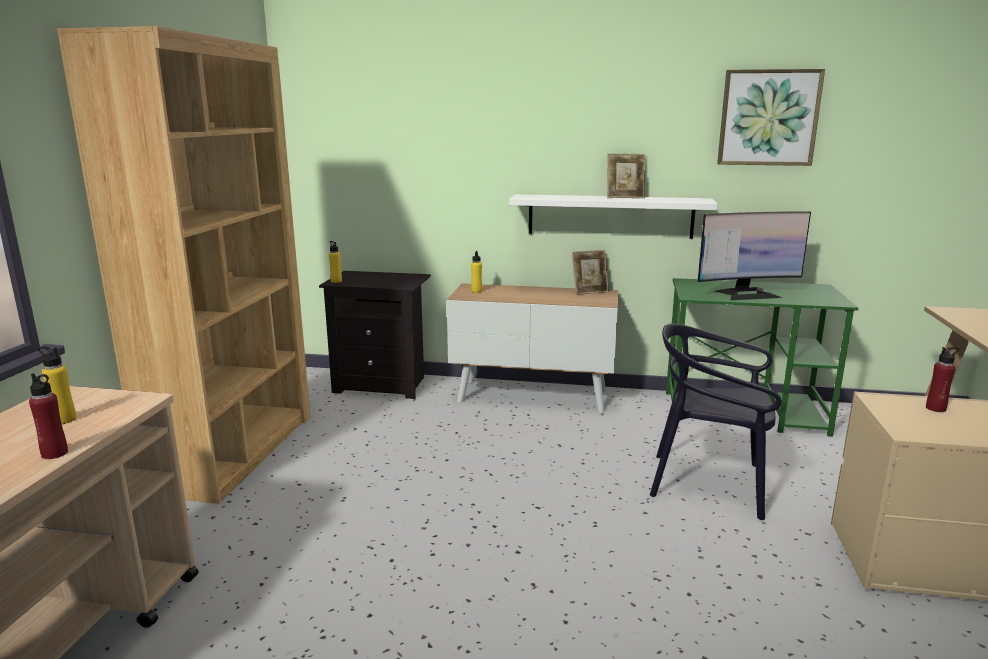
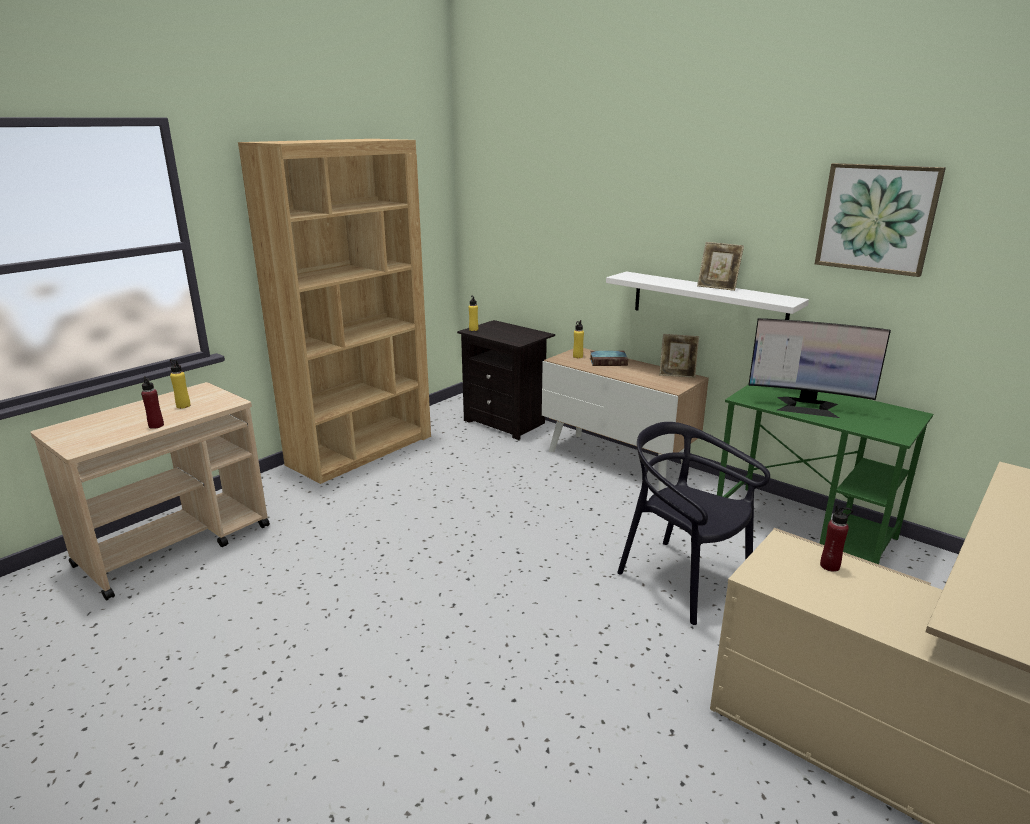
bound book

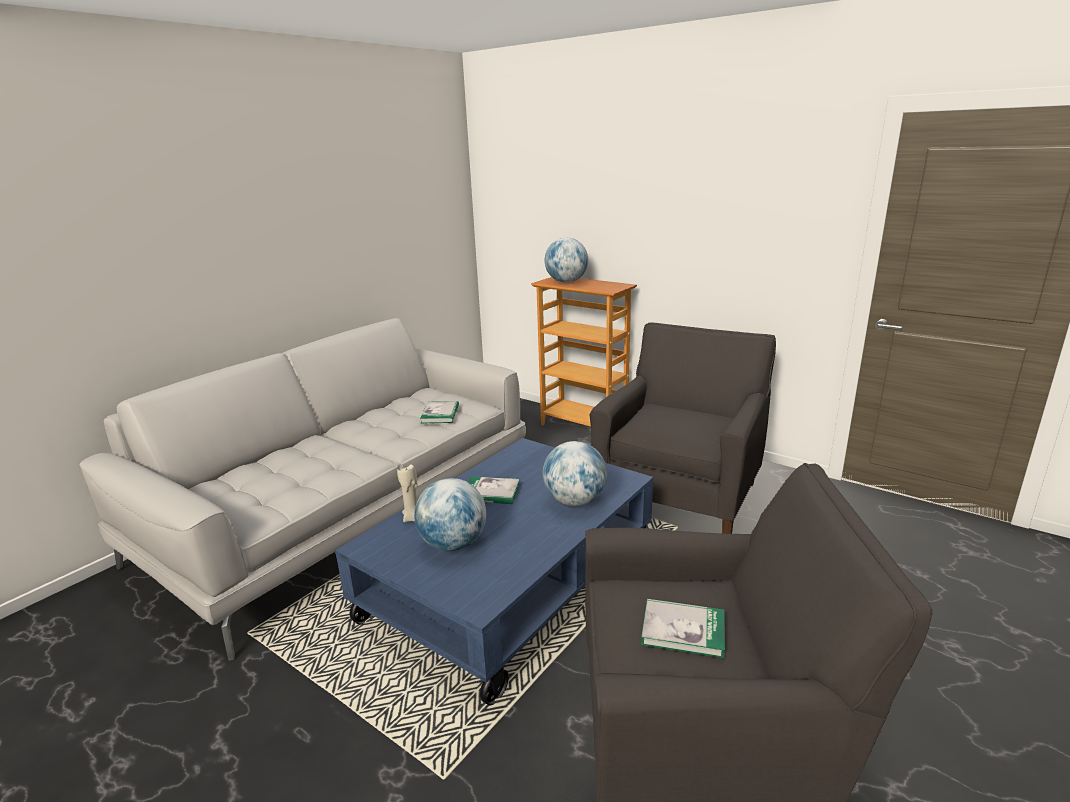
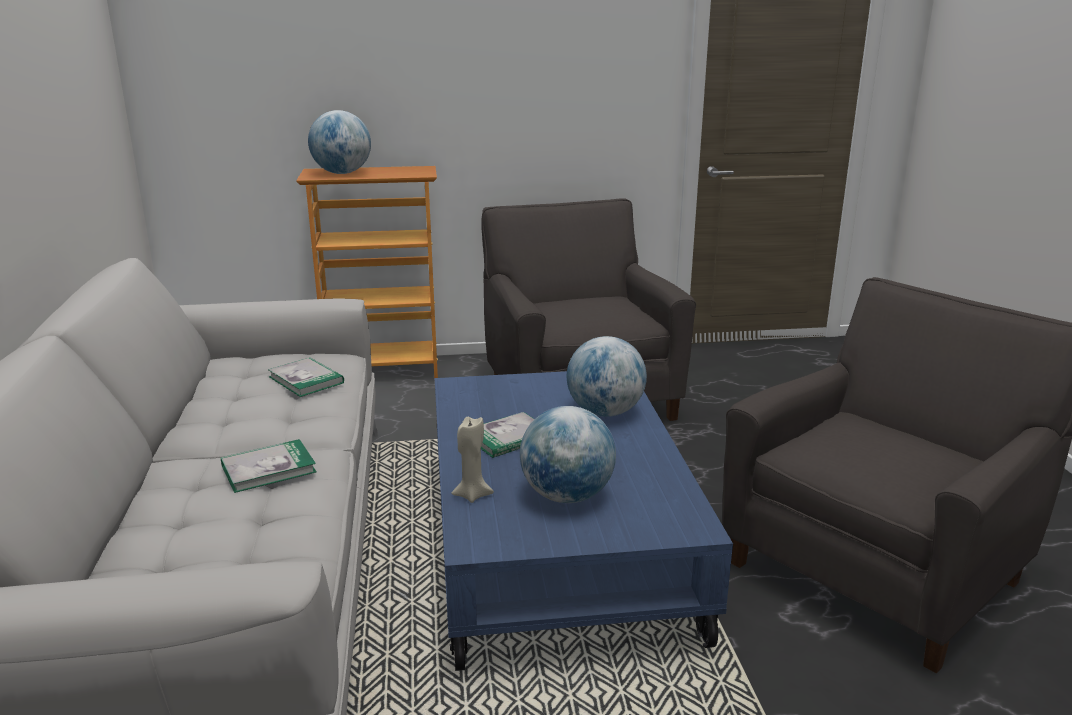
bound book (1st from left)

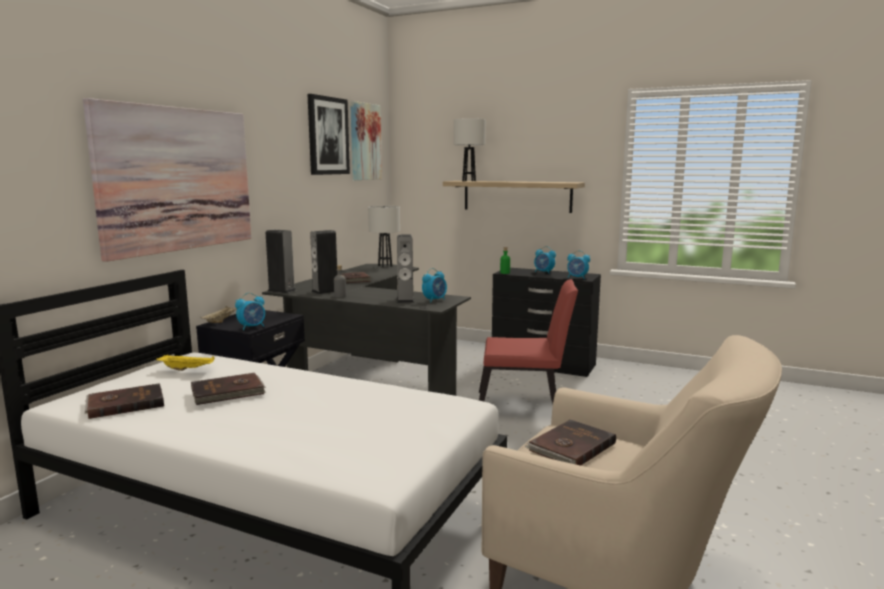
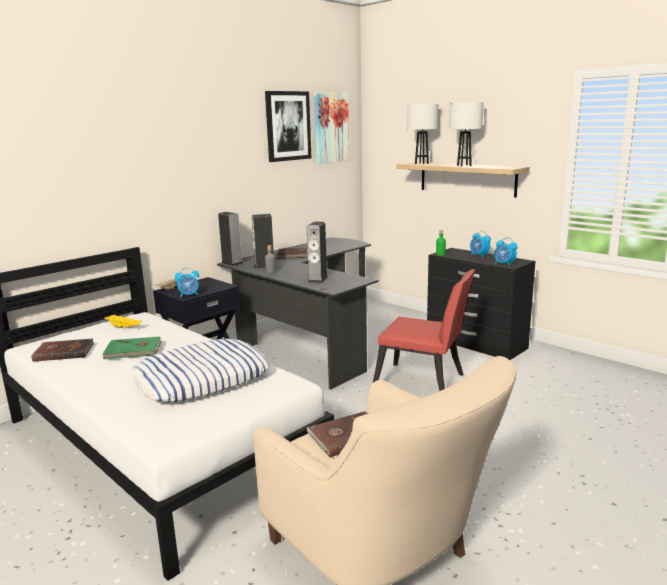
wall art (1st from left in the first image)
table clock (2nd from left in the first image)
throw pillow
table lamp/whitish (2nd from left)
bound book/green-coloured

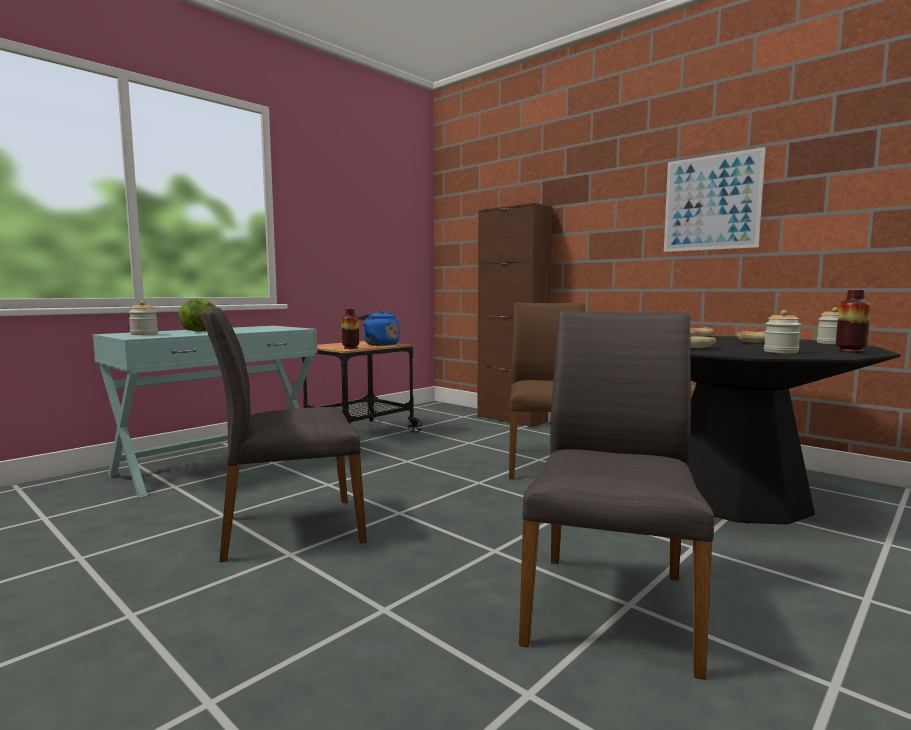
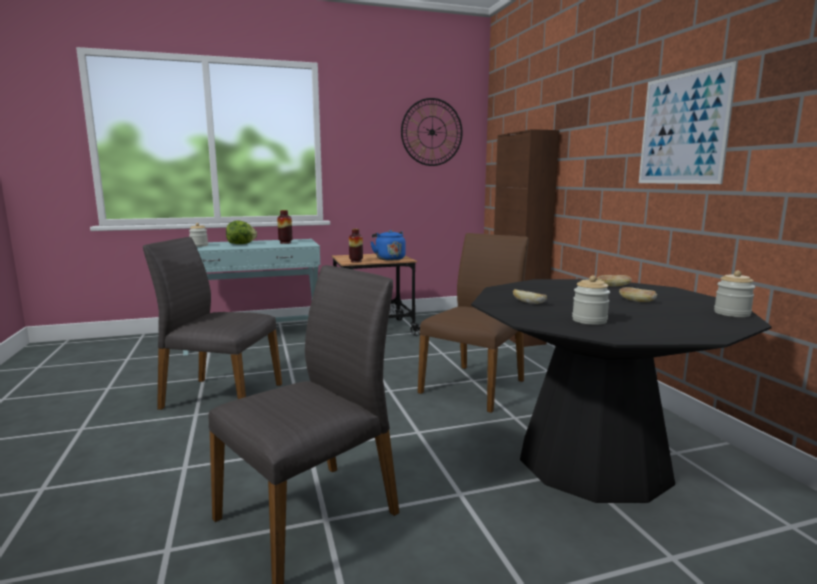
clock on the wall
vase (1st from left)

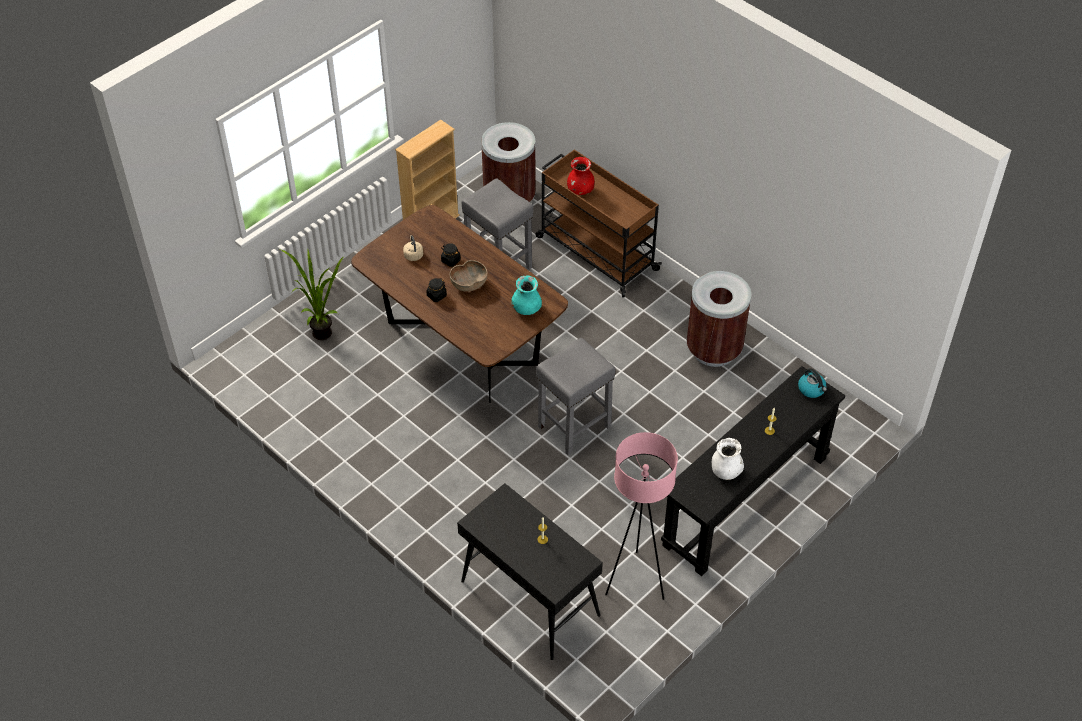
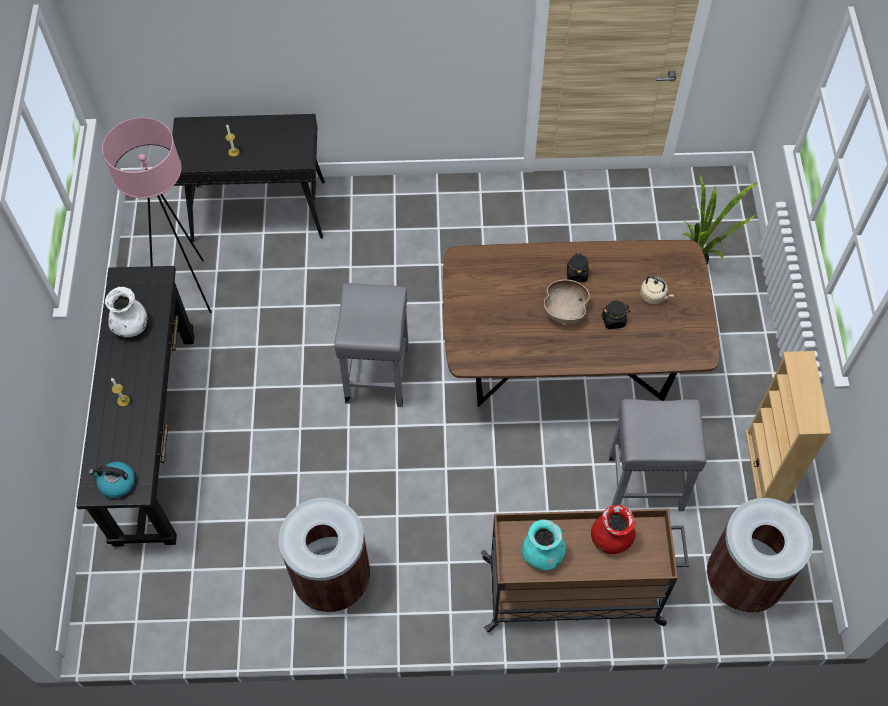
vase/blue-green

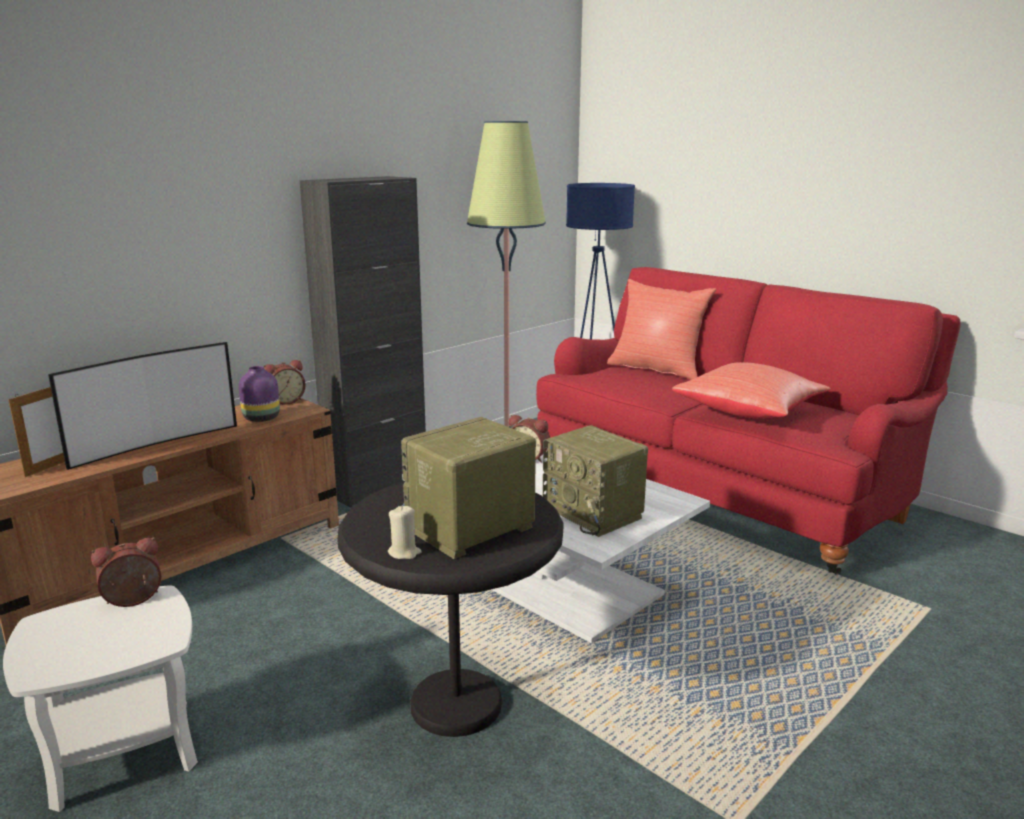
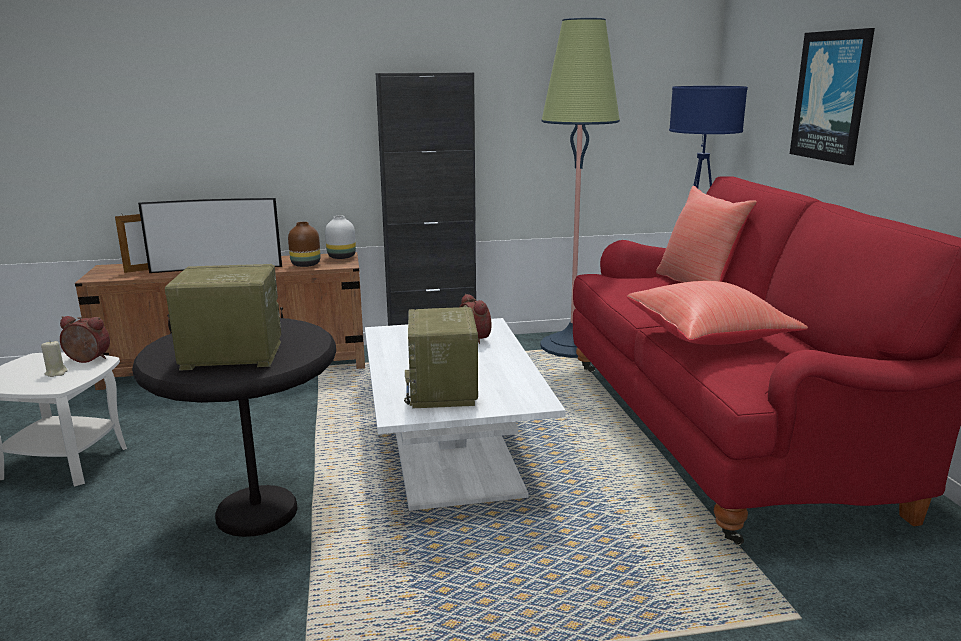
wall art
wax candle/beige
vase/whitish
vase/brown

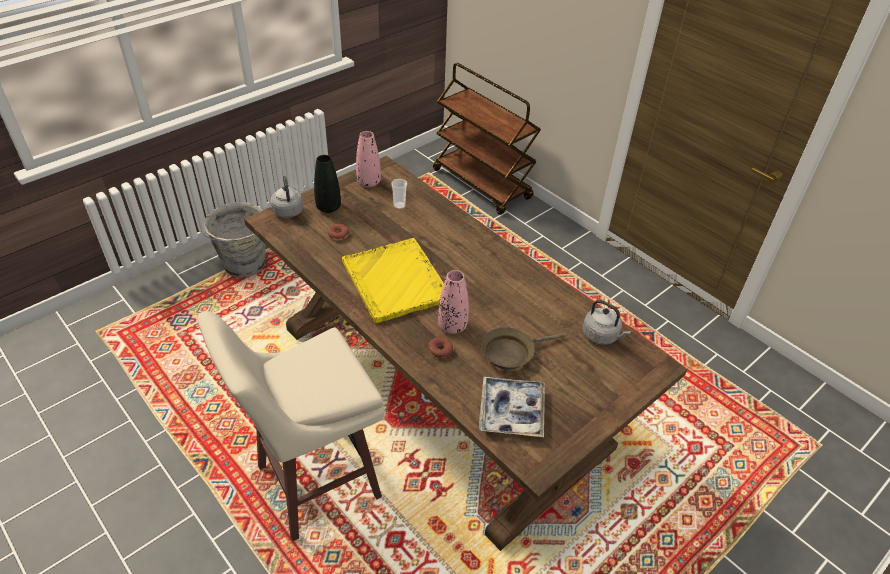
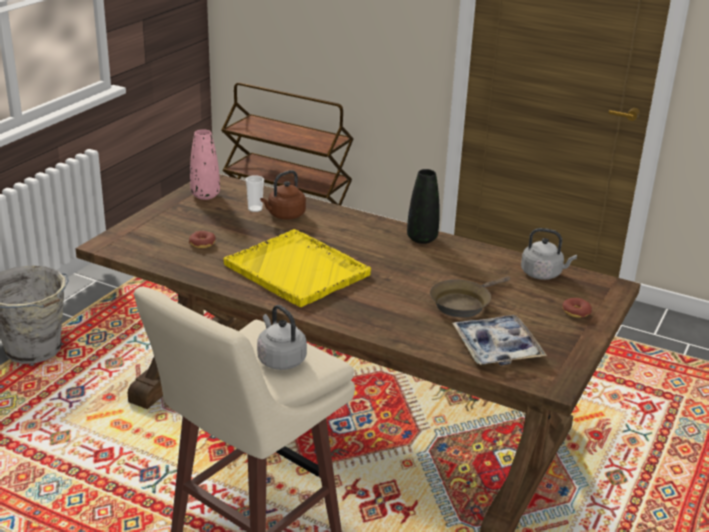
vase/pink-coloured (2nd from left in the first image)
water kettle/brown
water kettle/gray (1st from left)
vase/black-coloured
ring doughnut (2nd from left)

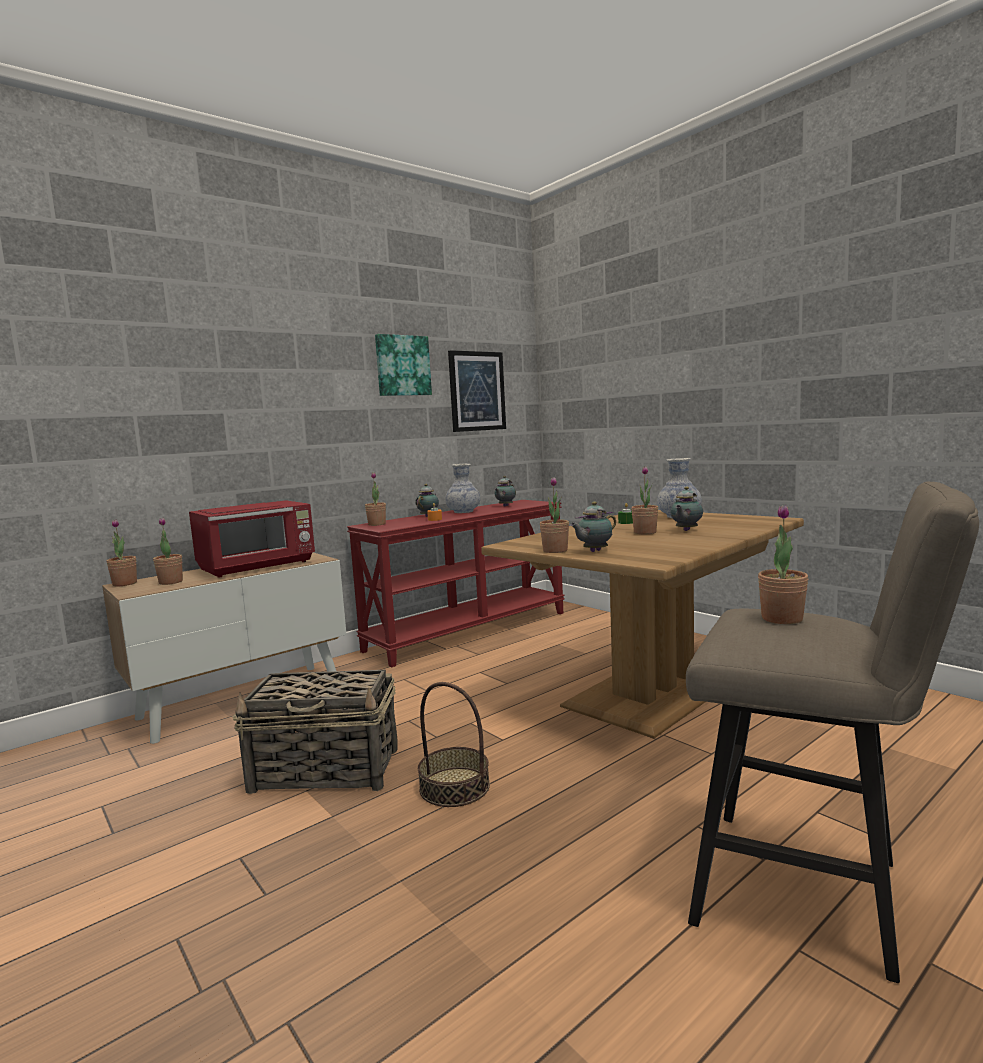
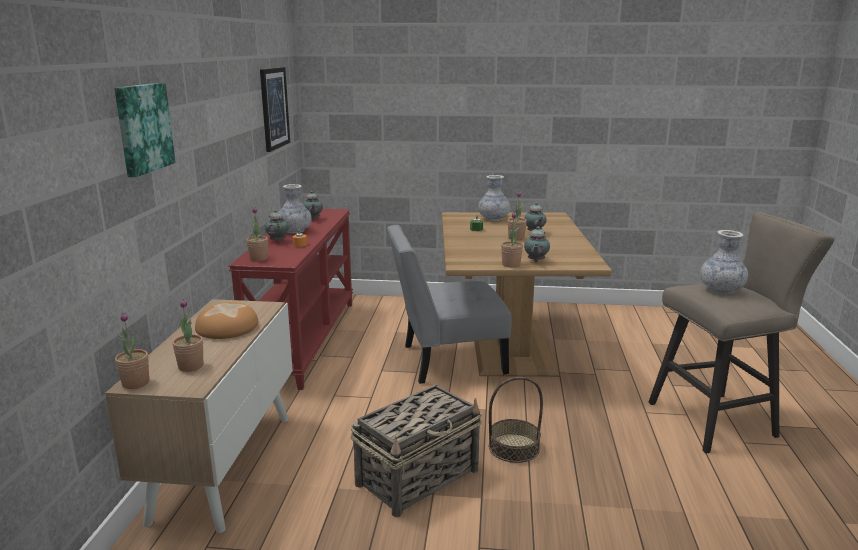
plain chair/gray
wall art (1st from left)
bread
vase (3rd from left)

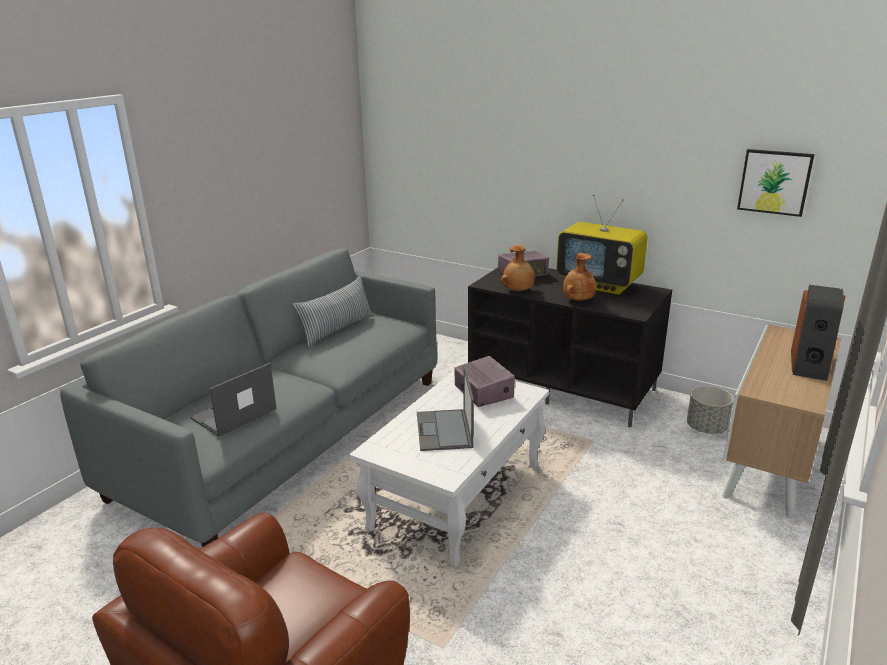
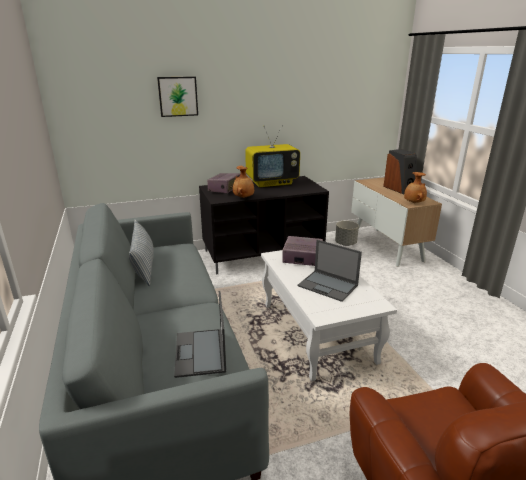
vase/brown (2nd from left)
wall art

